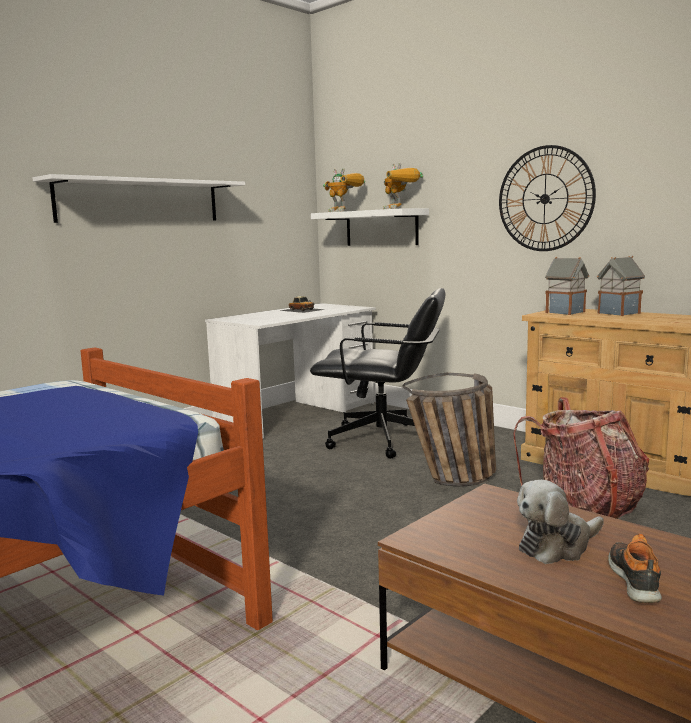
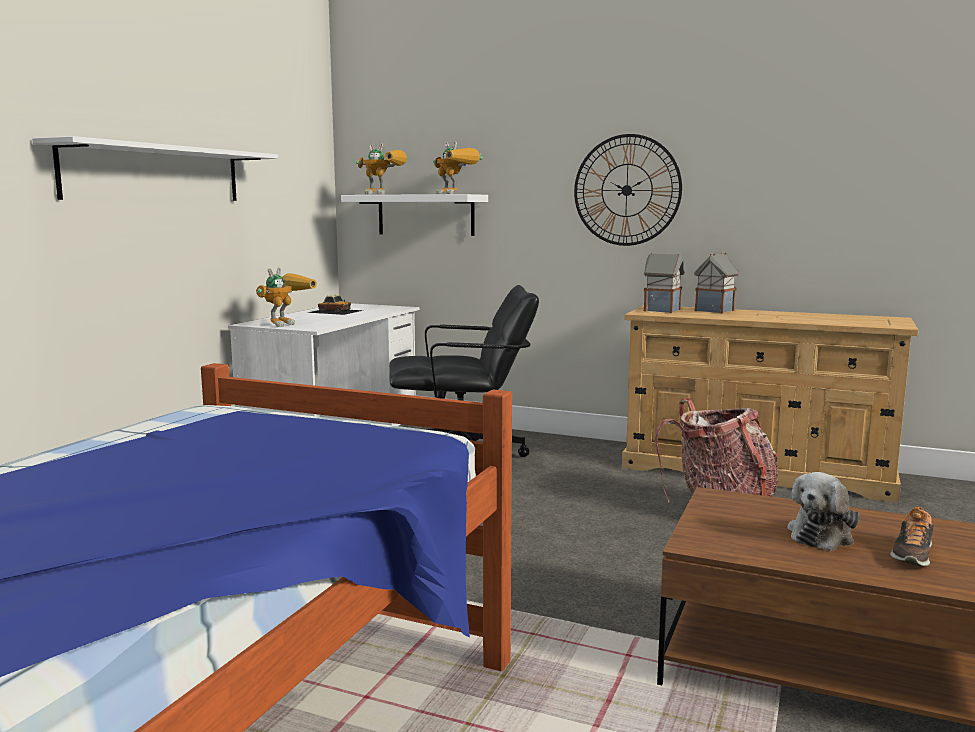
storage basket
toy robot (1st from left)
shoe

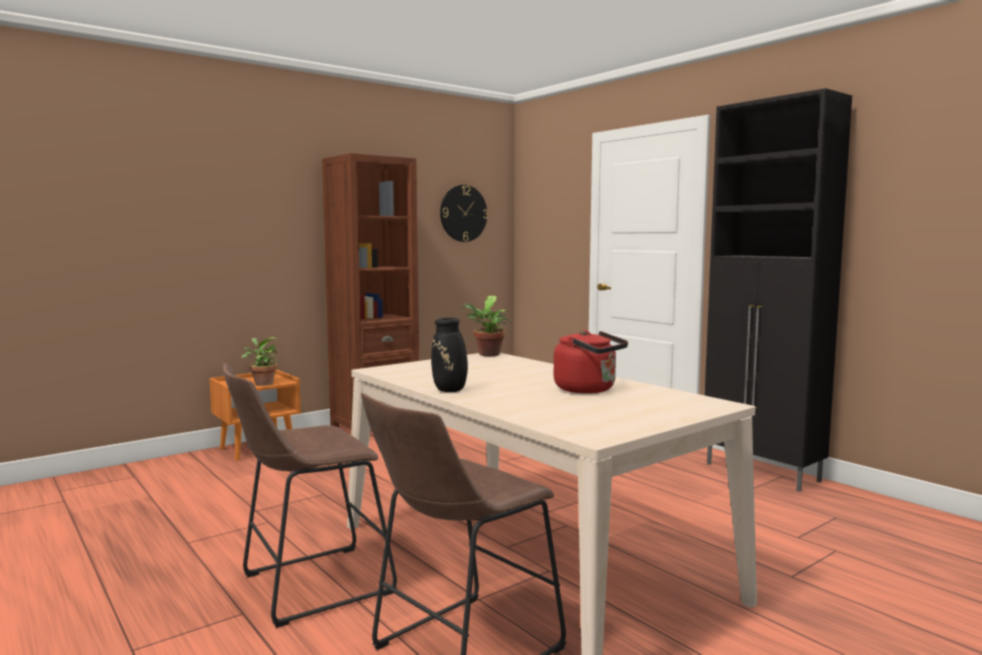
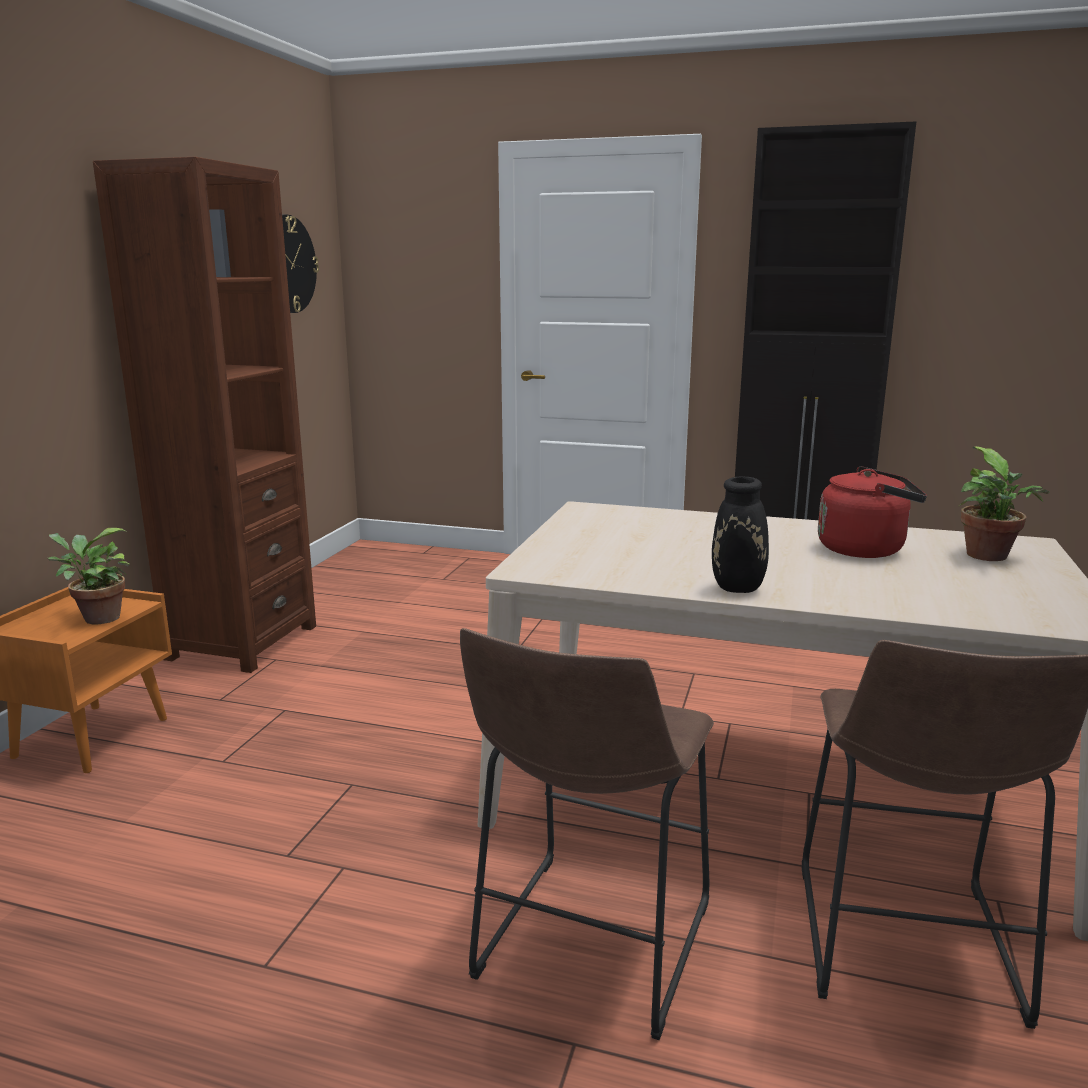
houseplant (2nd from left)

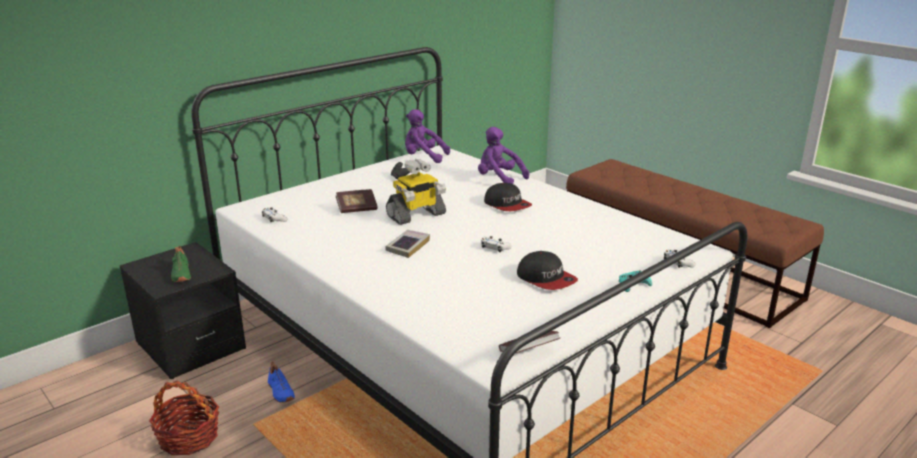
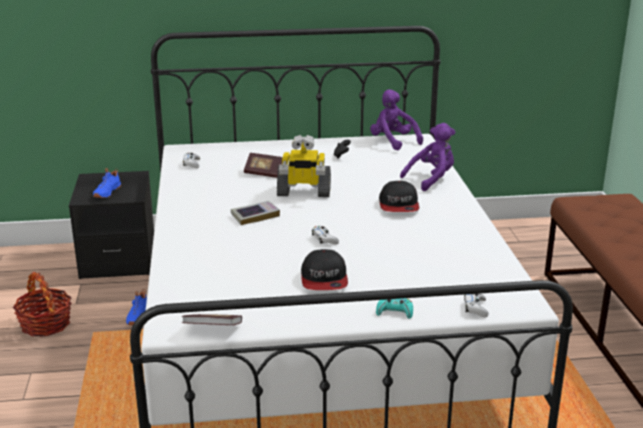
shoe/blue-coloured (1st from left)
soft toy/purple-coloured (2nd from left)

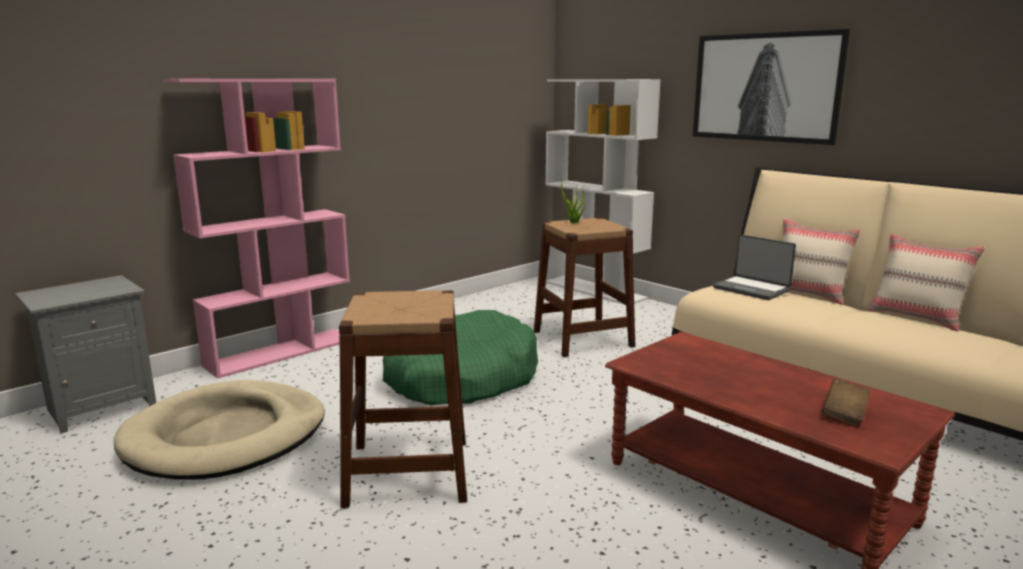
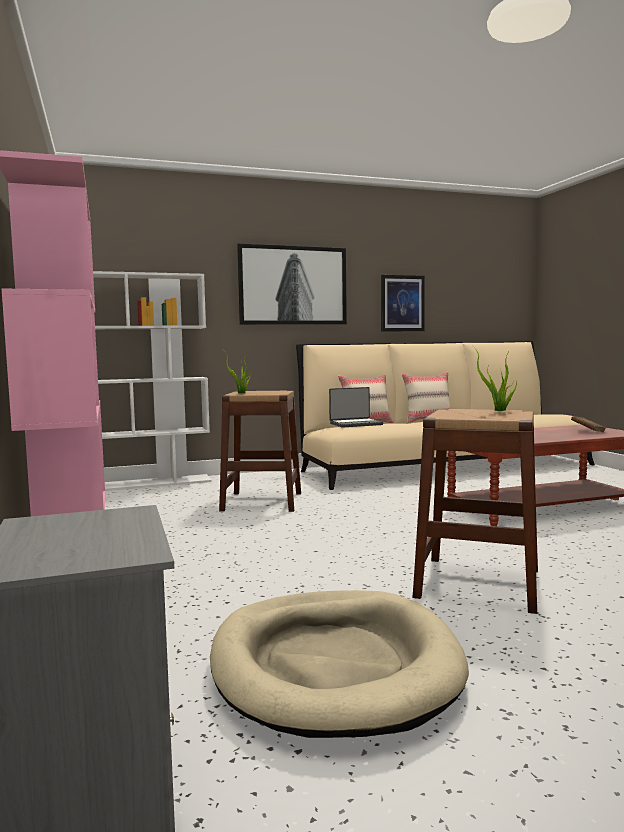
dog bed/green-coloured
wall art (2nd from left)
houseplant (2nd from left)

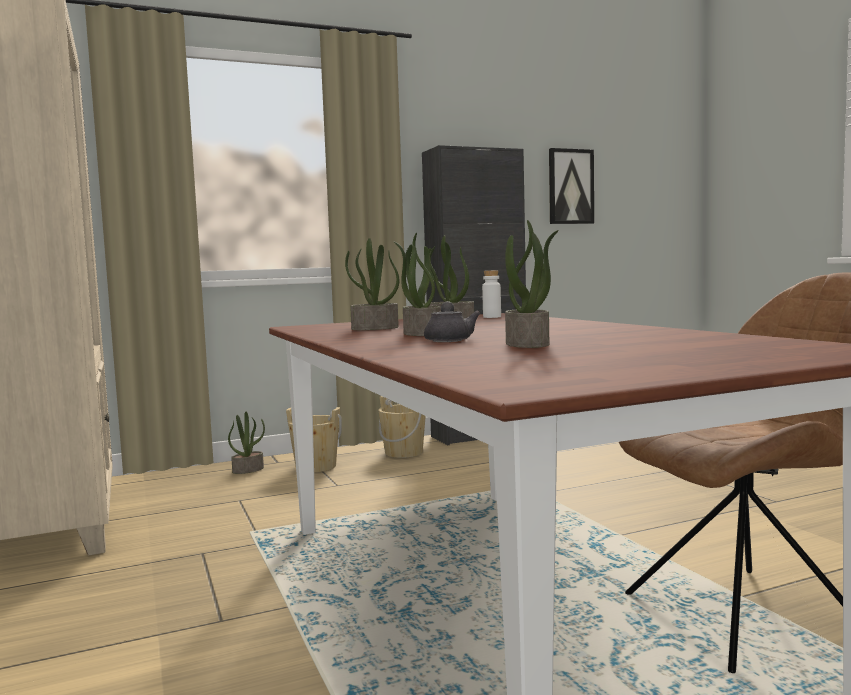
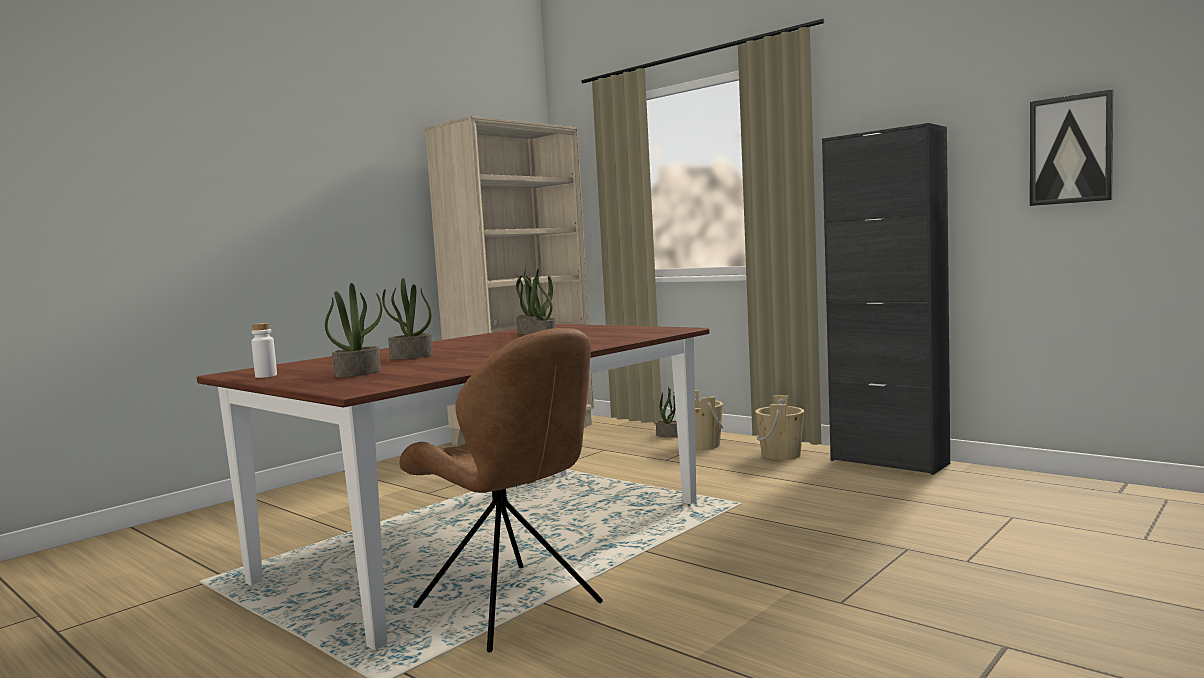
tea pot/gray
houseplant (1st from left)
drink bottle/whitish

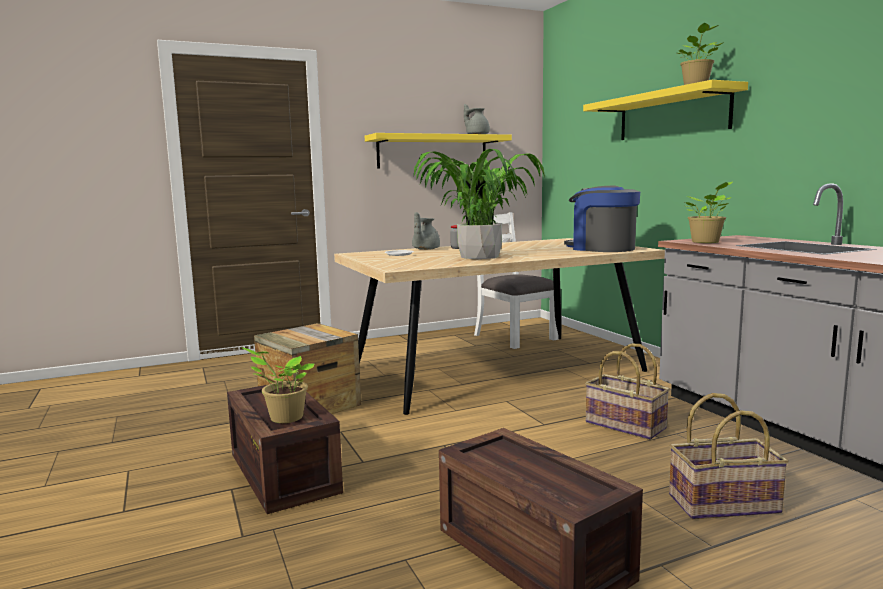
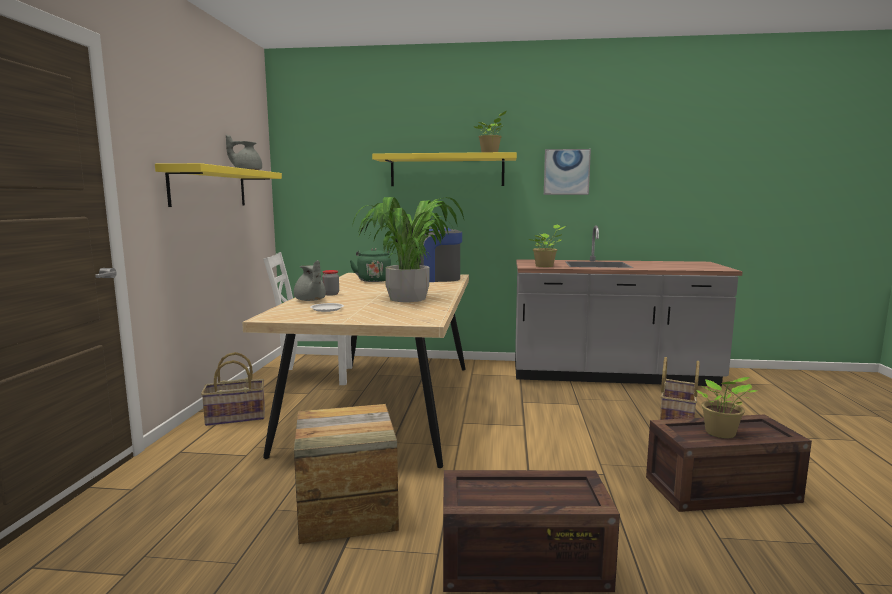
water kettle/green-coloured
wall art
houseplant (4th from left)
storage basket (1st from left)

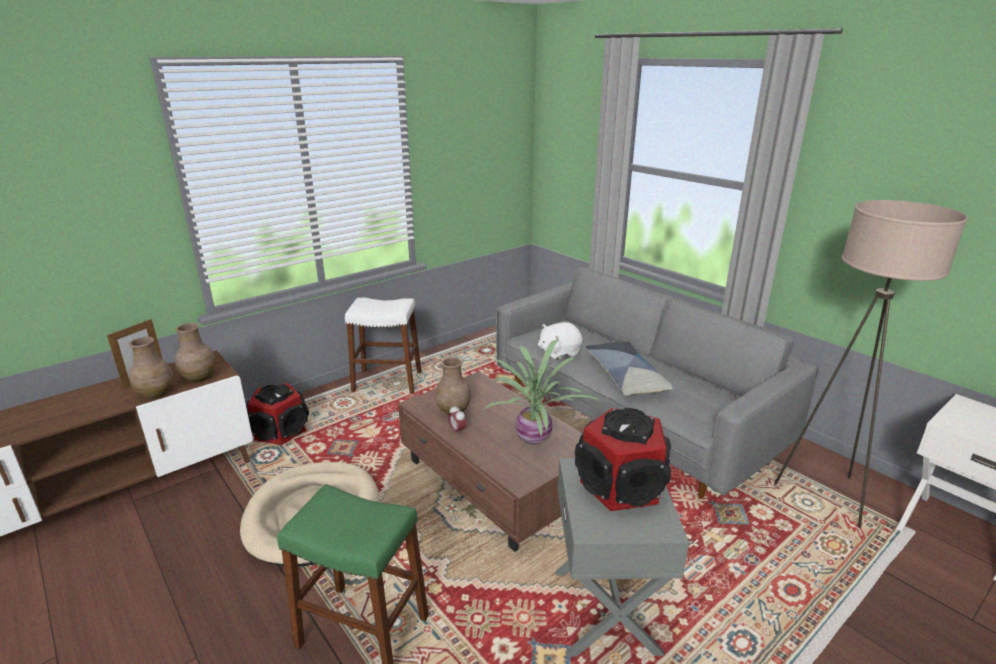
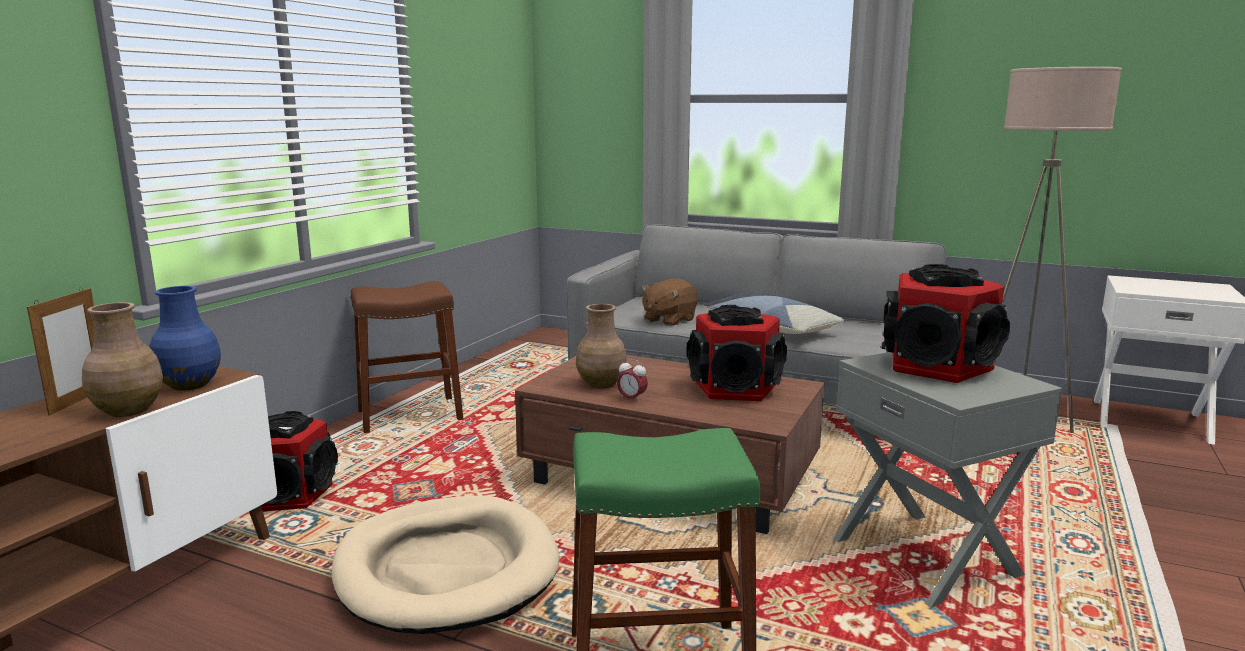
audio speaker (2nd from left)
vase/blue-coloured
stool seat/brown
soft toy/brown

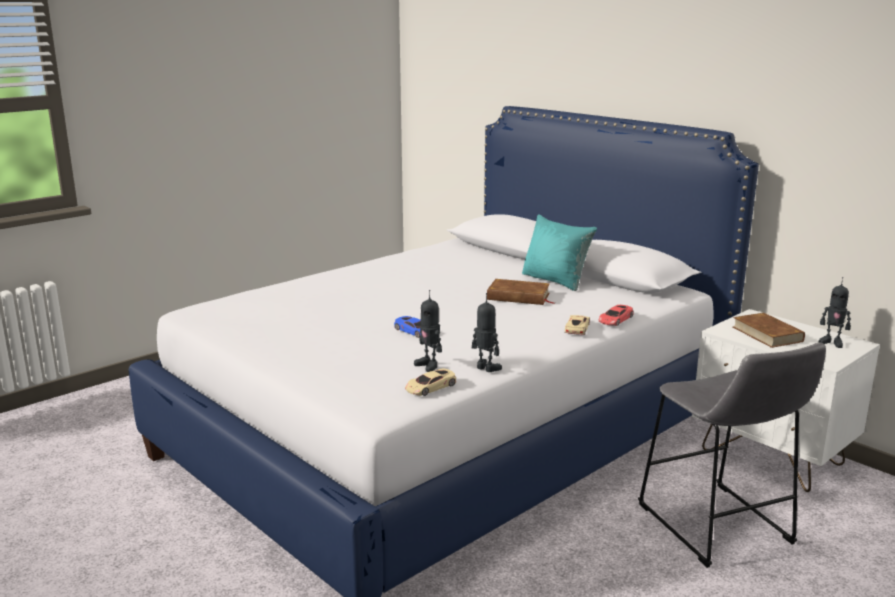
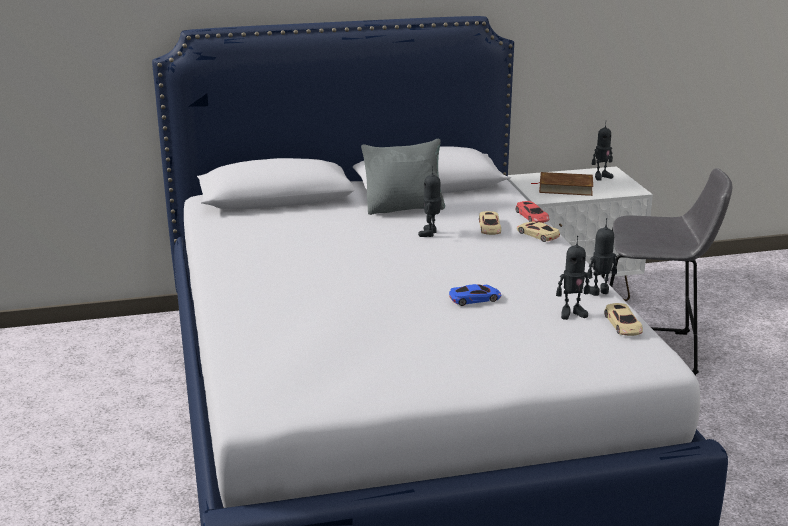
miniature car/beige (1st from left)
toy robot (1st from left)
throw pillow/gray

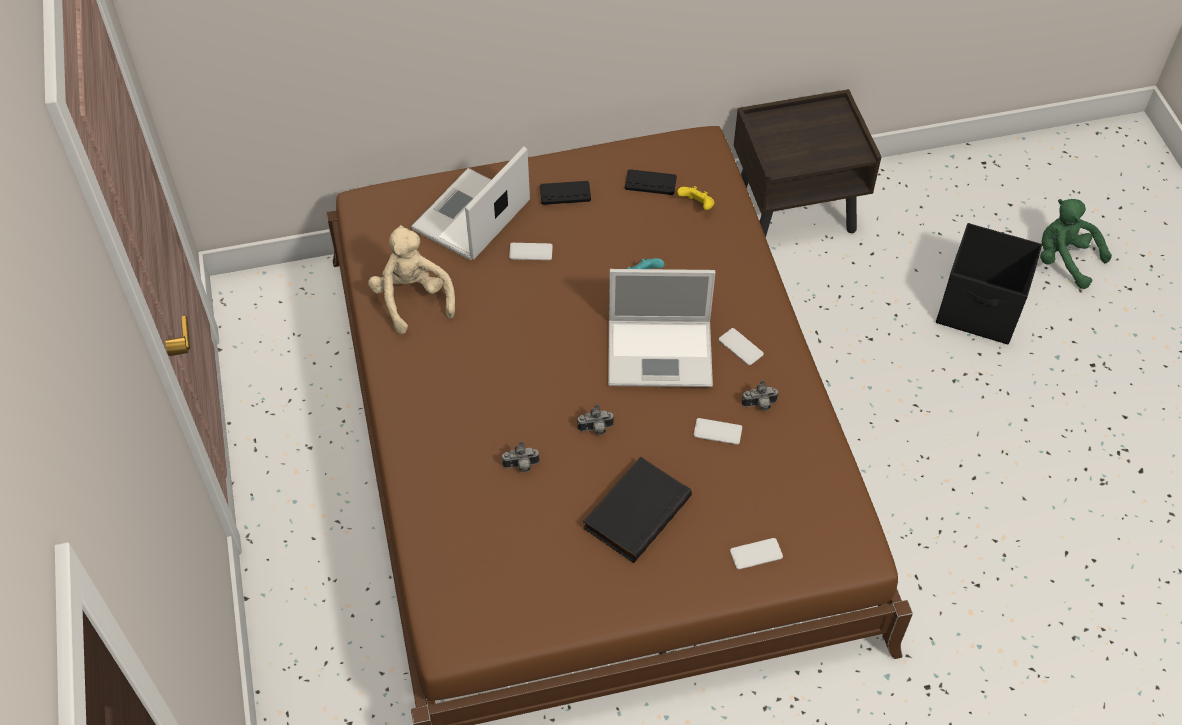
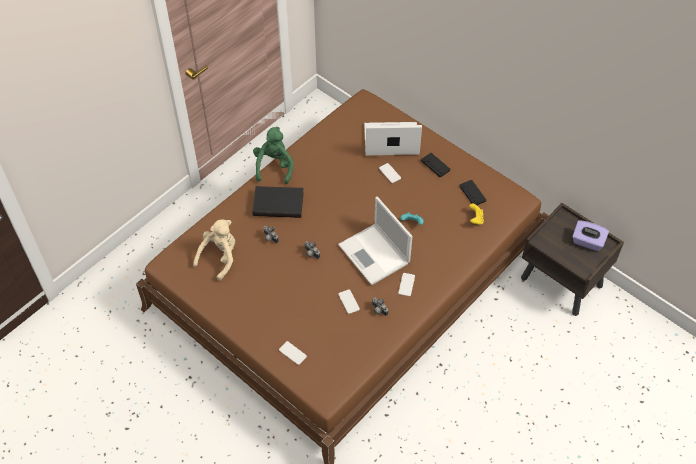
storage box/black-coloured
box of tissues/purple-coloured
soft toy/beige
bound book/black-coloured
soft toy/green-coloured

